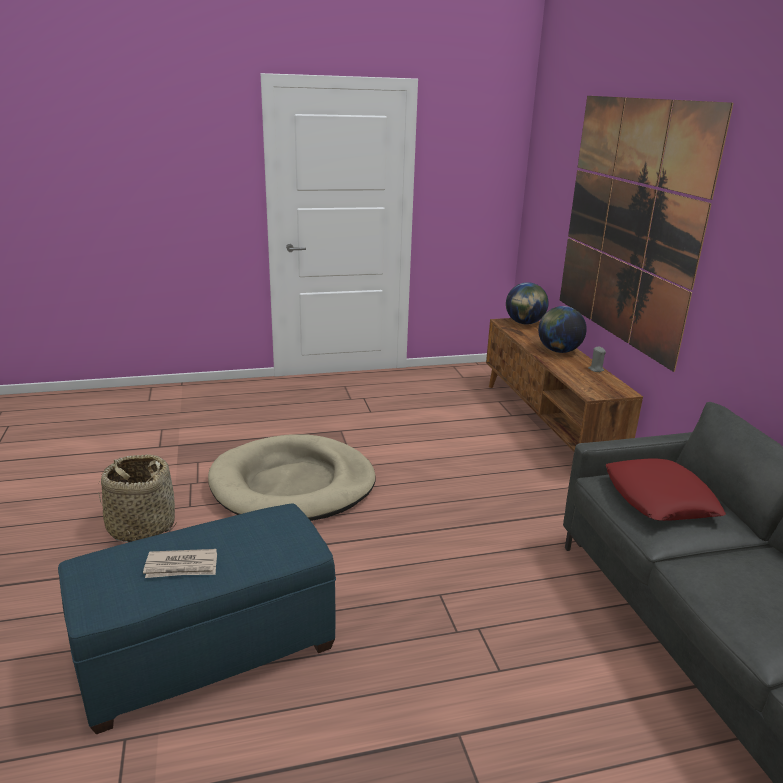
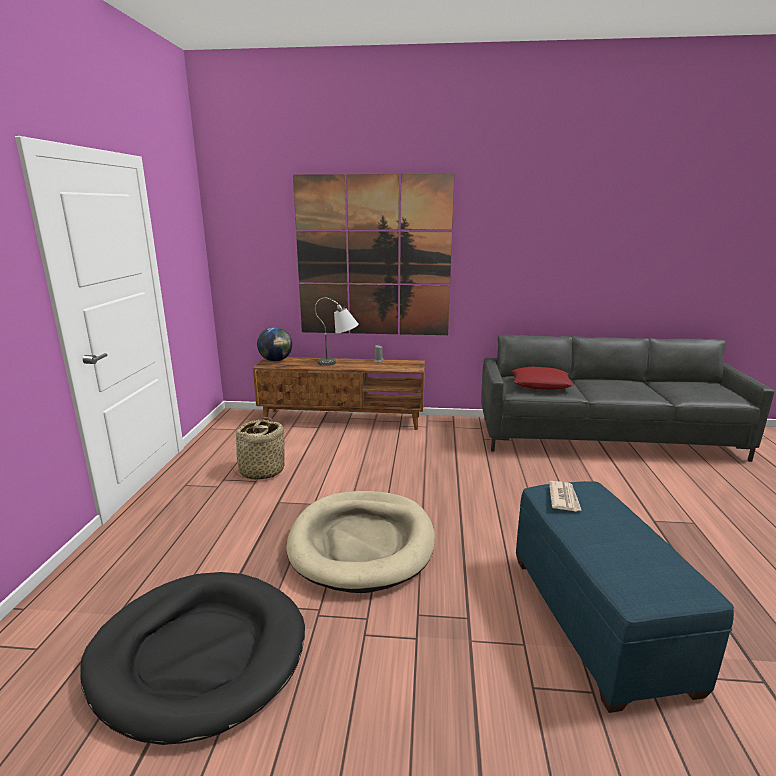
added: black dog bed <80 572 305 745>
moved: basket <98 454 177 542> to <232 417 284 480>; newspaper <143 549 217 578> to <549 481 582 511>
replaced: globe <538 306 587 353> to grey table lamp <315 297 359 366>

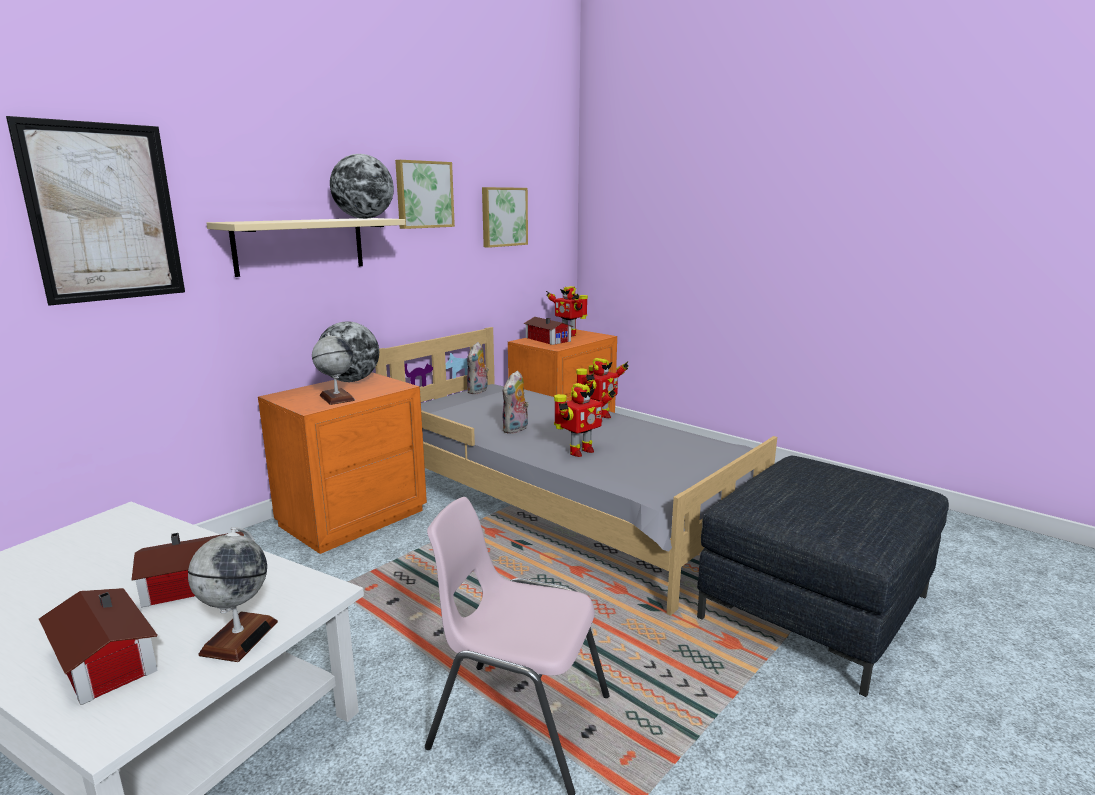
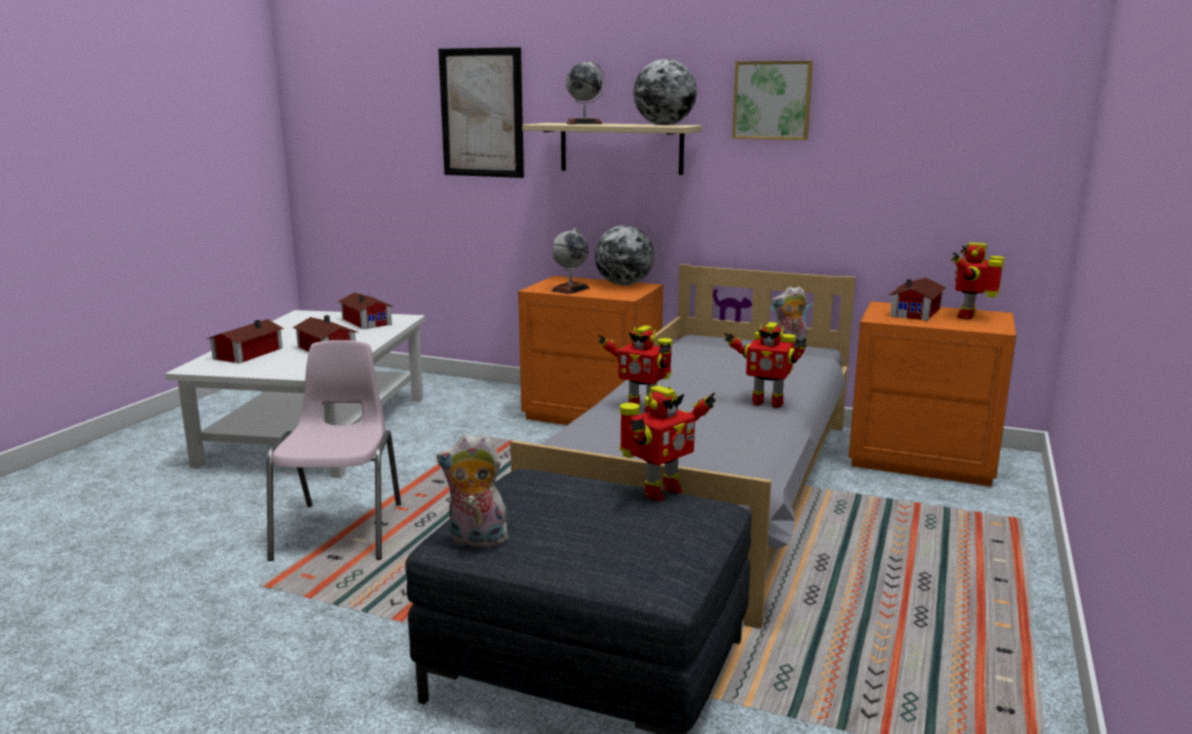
removed: picture <482 187 528 248>
added: toy house <338 293 394 329>; toy robot <620 385 716 501>
moved: plush toy <502 371 529 434> to <437 434 508 548>; globe <188 527 278 662> to <566 60 606 124>

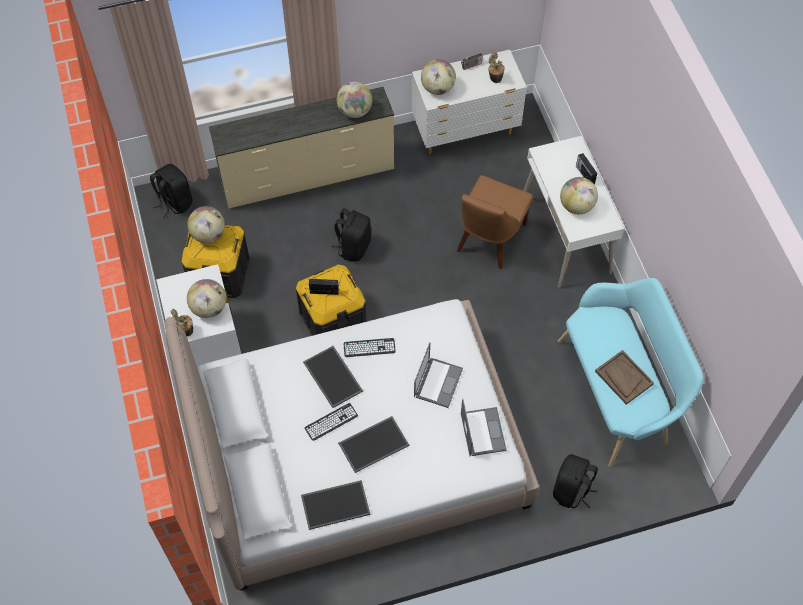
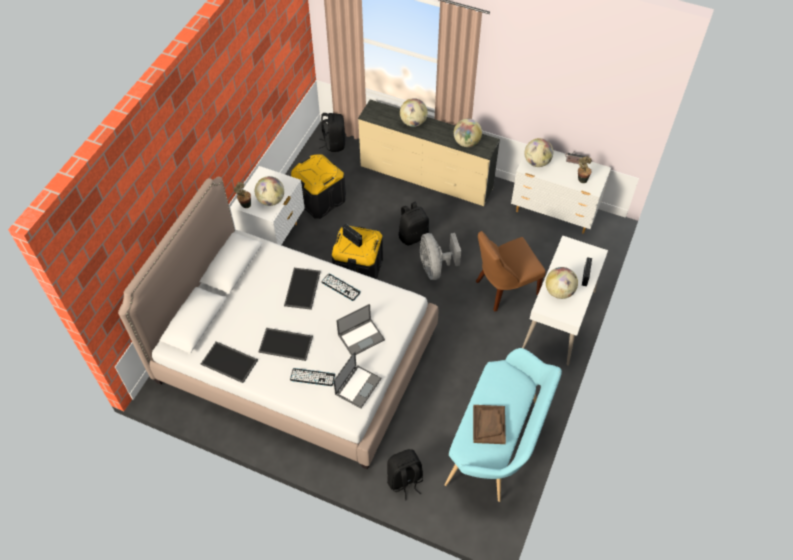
added: grey fan <420 233 461 280>
moved: globe <188 206 225 243> to <400 98 428 127>; keyboard <304 403 358 441> to <290 368 335 386>

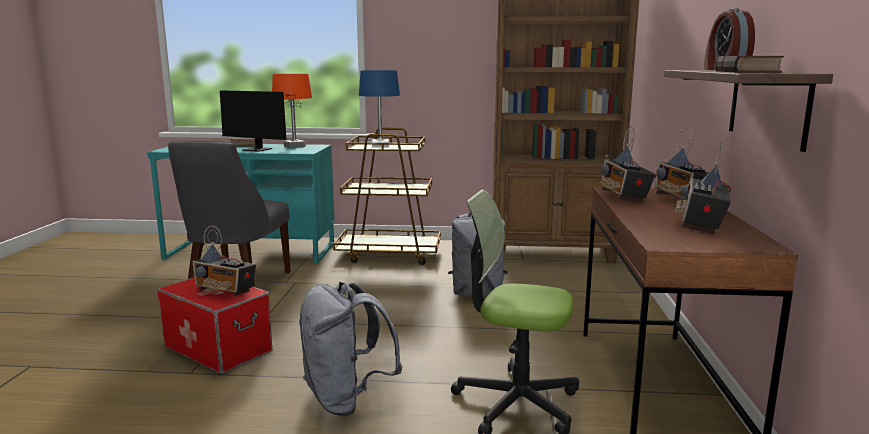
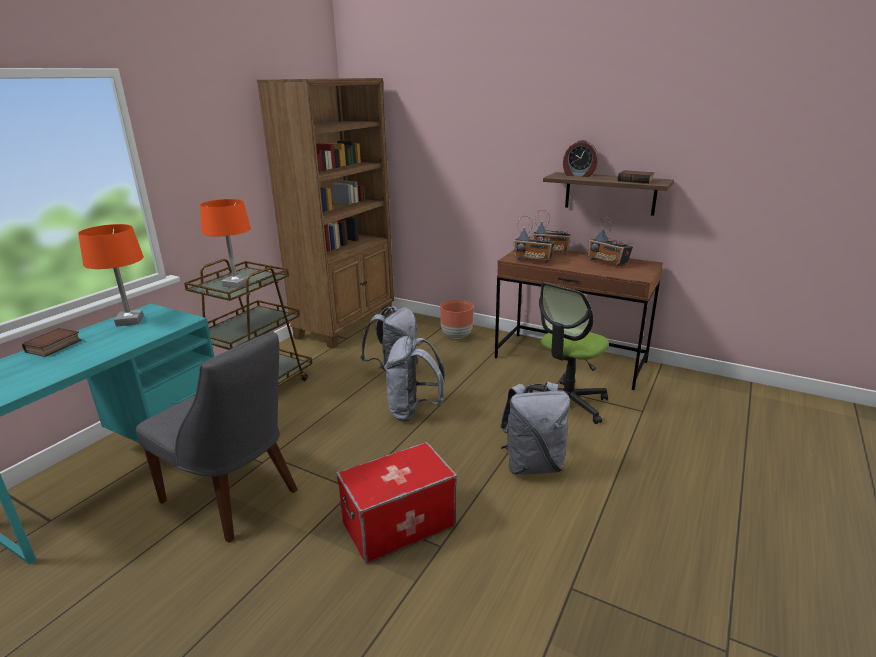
removed: monitor <220 90 304 152>; radio <192 226 256 296>
added: brown planter <440 300 474 339>; grey backpack <384 336 445 422>
recoloured: blue table lamp <359 70 400 147> to orange table lamp <200 199 251 288>

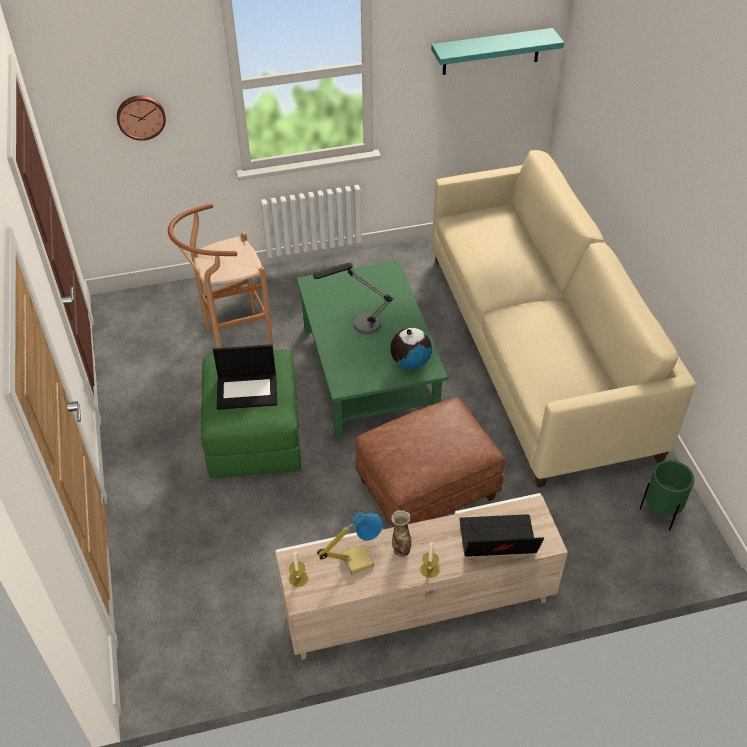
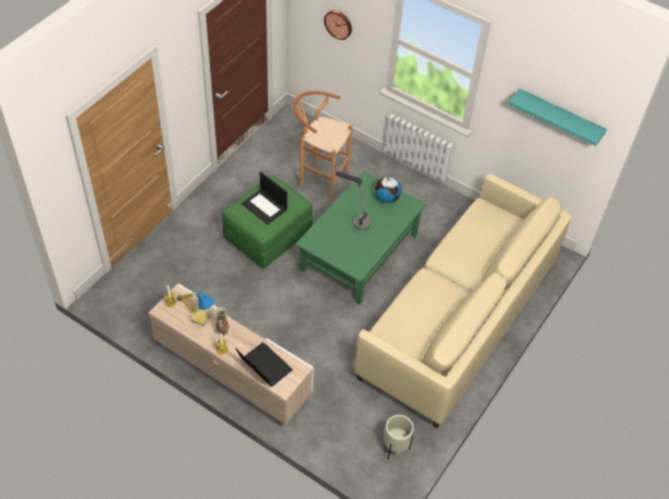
removed: brown ottoman <355 397 505 528>
moved: globe <390 327 432 369> to <375 176 402 203>
recoloured: green planter <640 460 694 531> to beige planter <384 415 414 459>

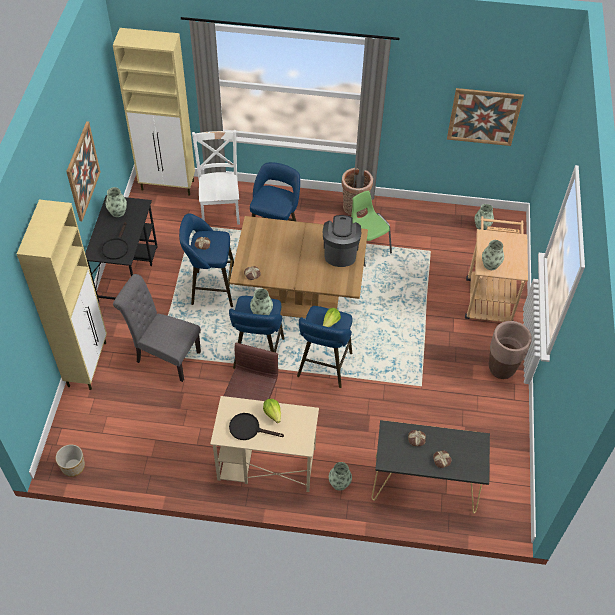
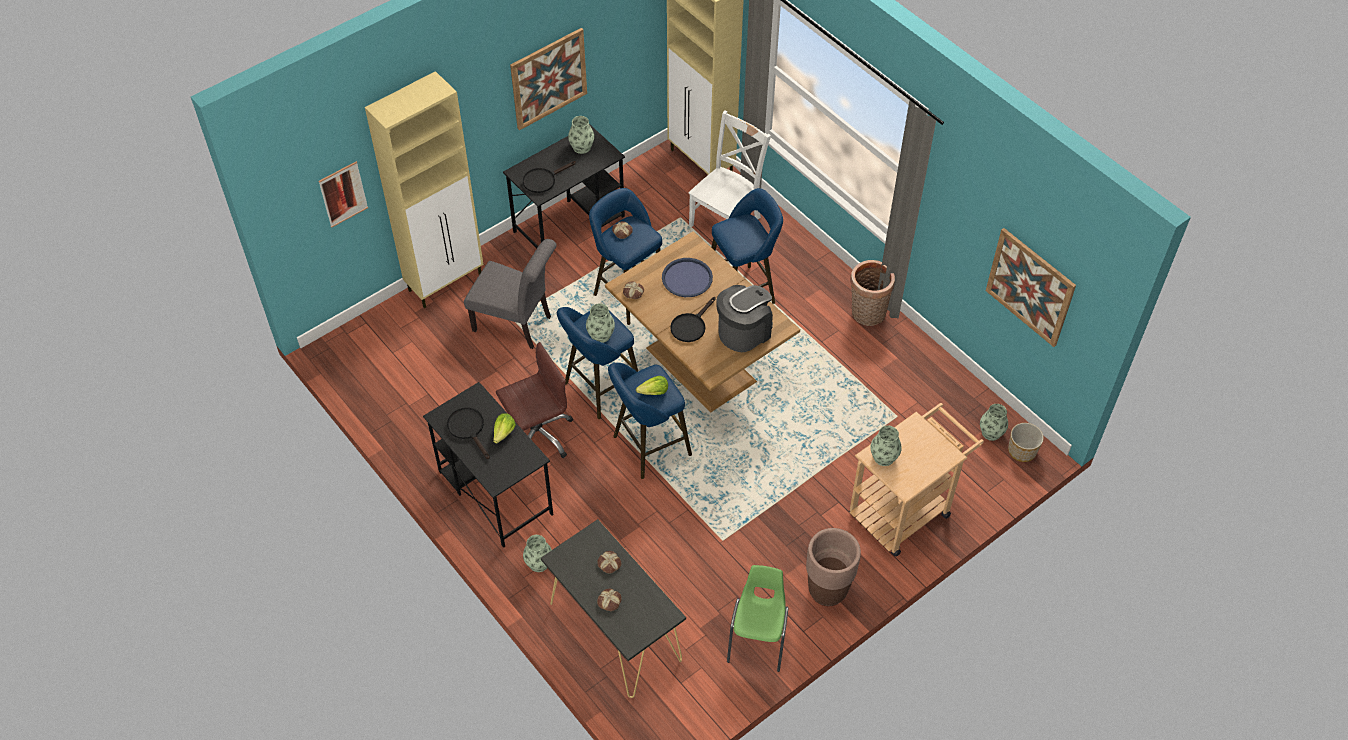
added: picture <319 161 368 228>; blue tray <662 258 713 297>; black frying pan <670 297 716 342>
moved: green chair <351 191 392 267> to <727 565 788 672>; planter <56 444 85 477> to <1008 423 1044 462>
recoloured: beige desk <210 396 319 492> to black desk <423 382 553 548>
turned: grey chair <113 274 201 382> = <464 239 557 349> 135 degrees clockwise

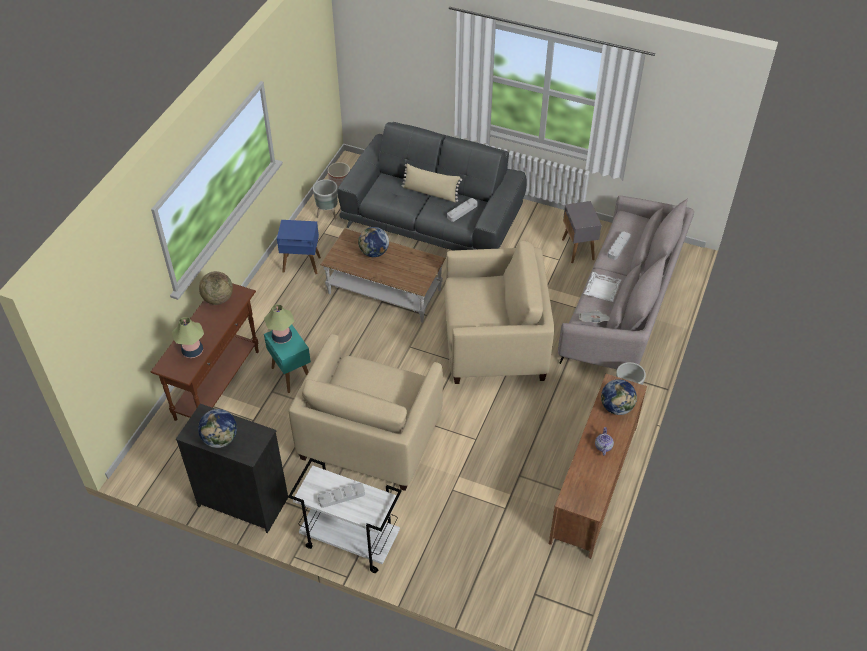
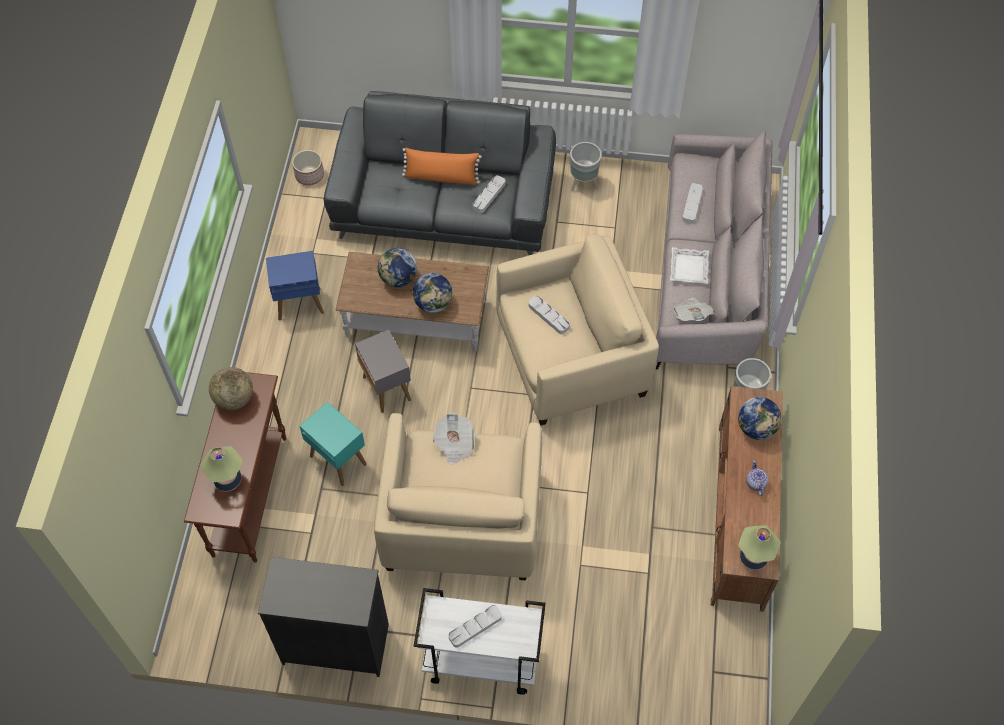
added: grey tray <528 296 570 334>; newspaper <433 412 475 465>
moved: grey planter <313 179 338 220> to <570 142 602 191>; grey side table <562 201 602 263> to <355 329 411 413>; table lamp <264 304 294 344> to <738 526 781 570>; globe <198 409 237 448> to <413 273 452 313>
recoloured: beige pillow <401 164 462 202> to orange pillow <402 147 482 185>

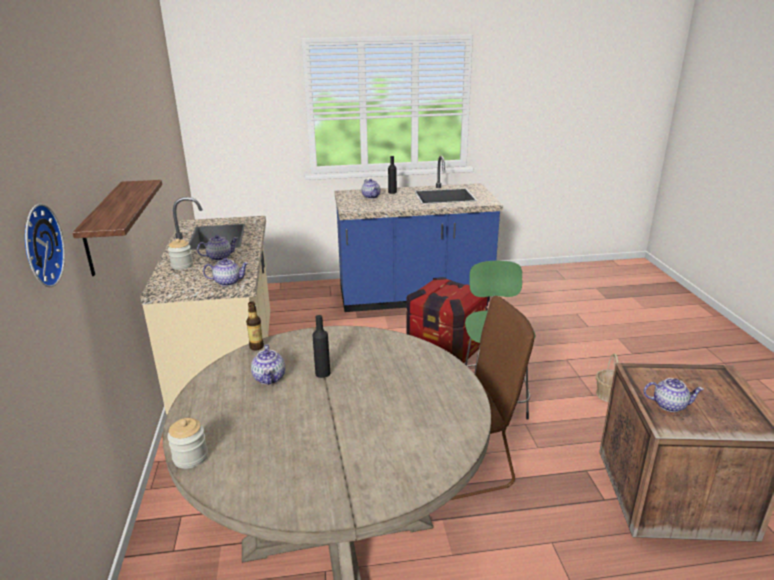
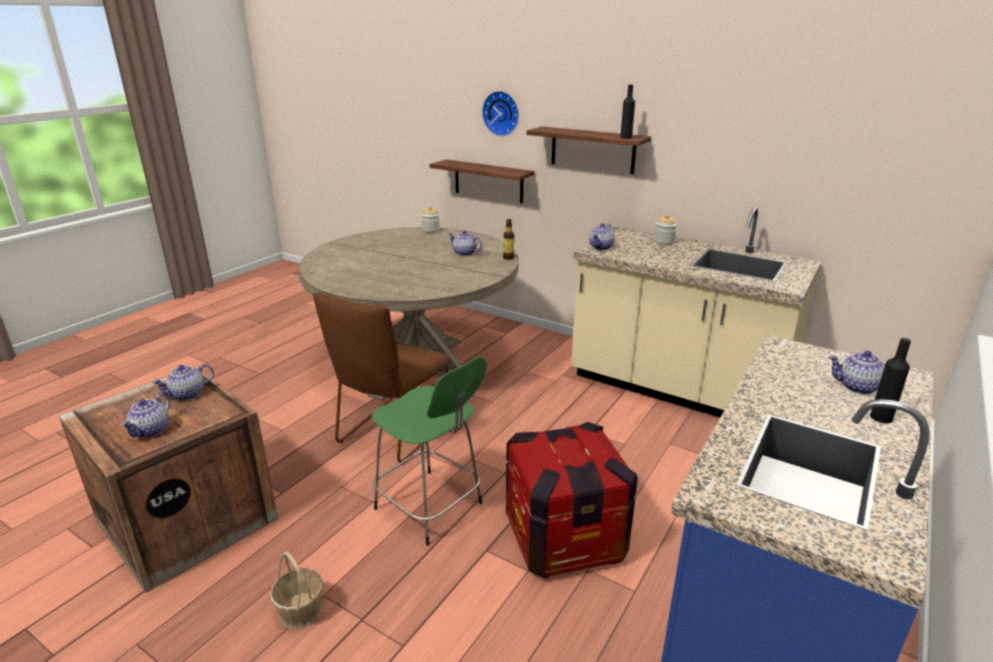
added: shelf <429 159 535 203>
moved: teapot <197 235 238 261> to <120 393 170 437>; black bottle <312 315 330 378> to <620 85 635 139>

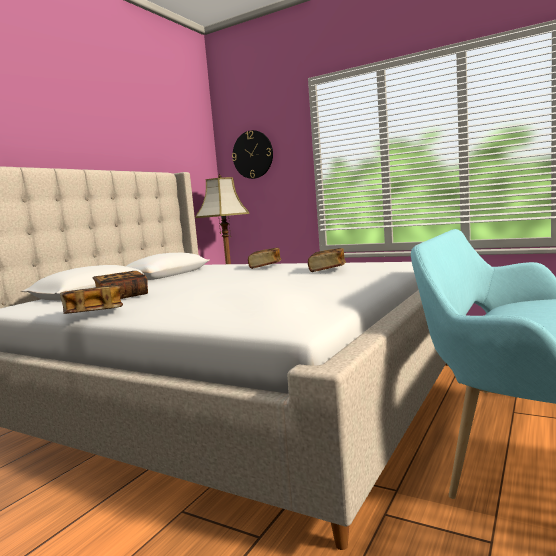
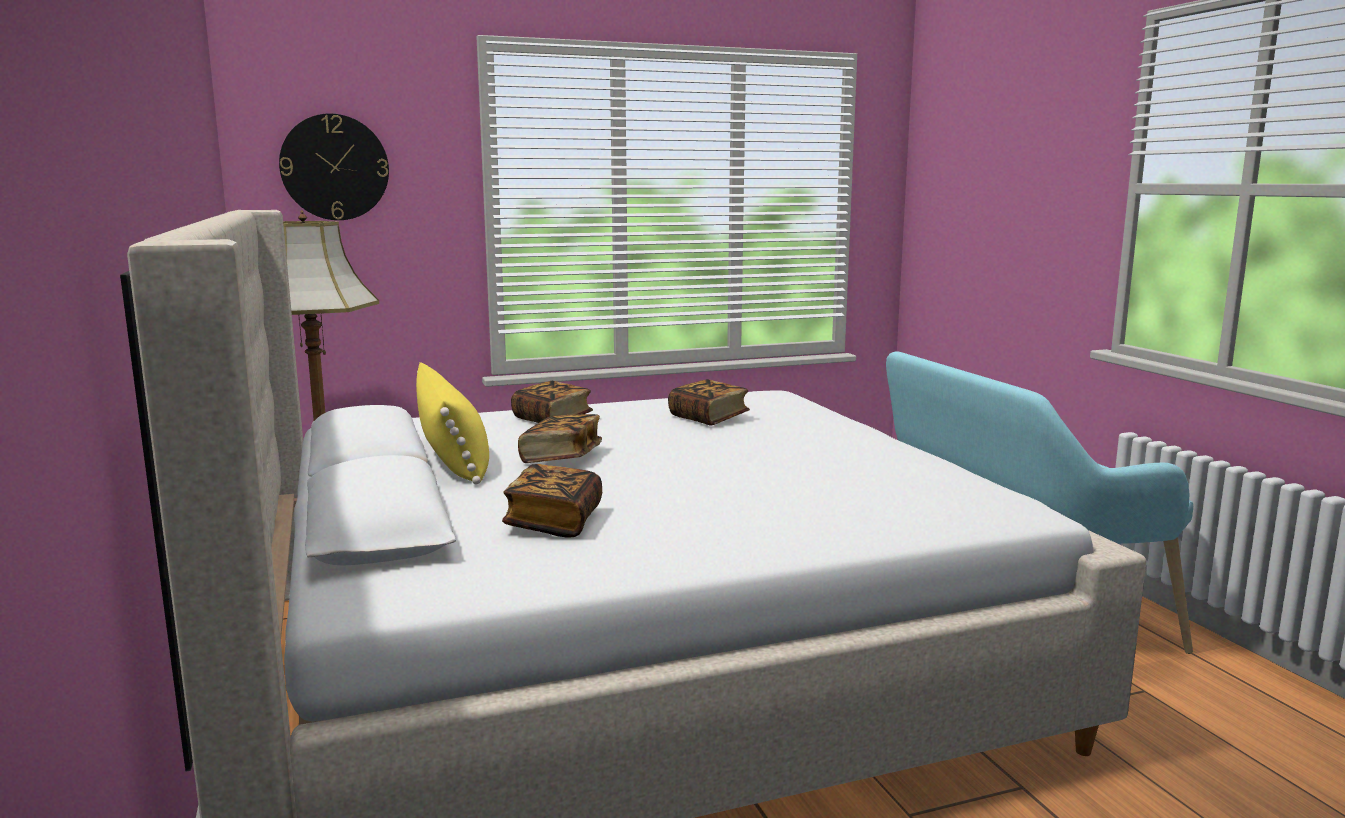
added: yellow pillow <416 362 489 485>
moved: book <60 285 123 314> to <518 414 602 463>

